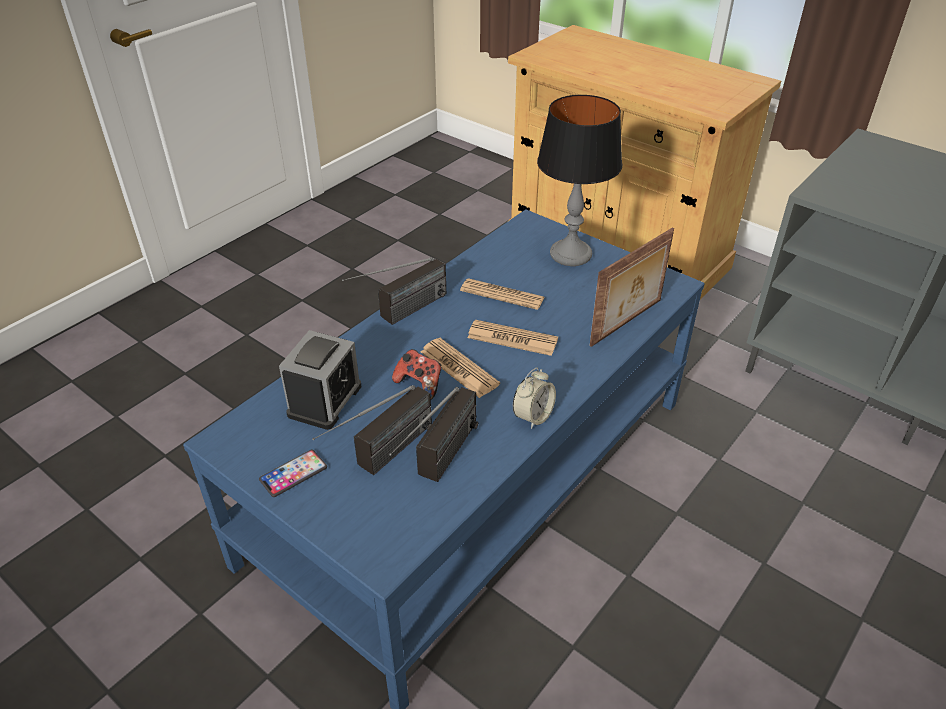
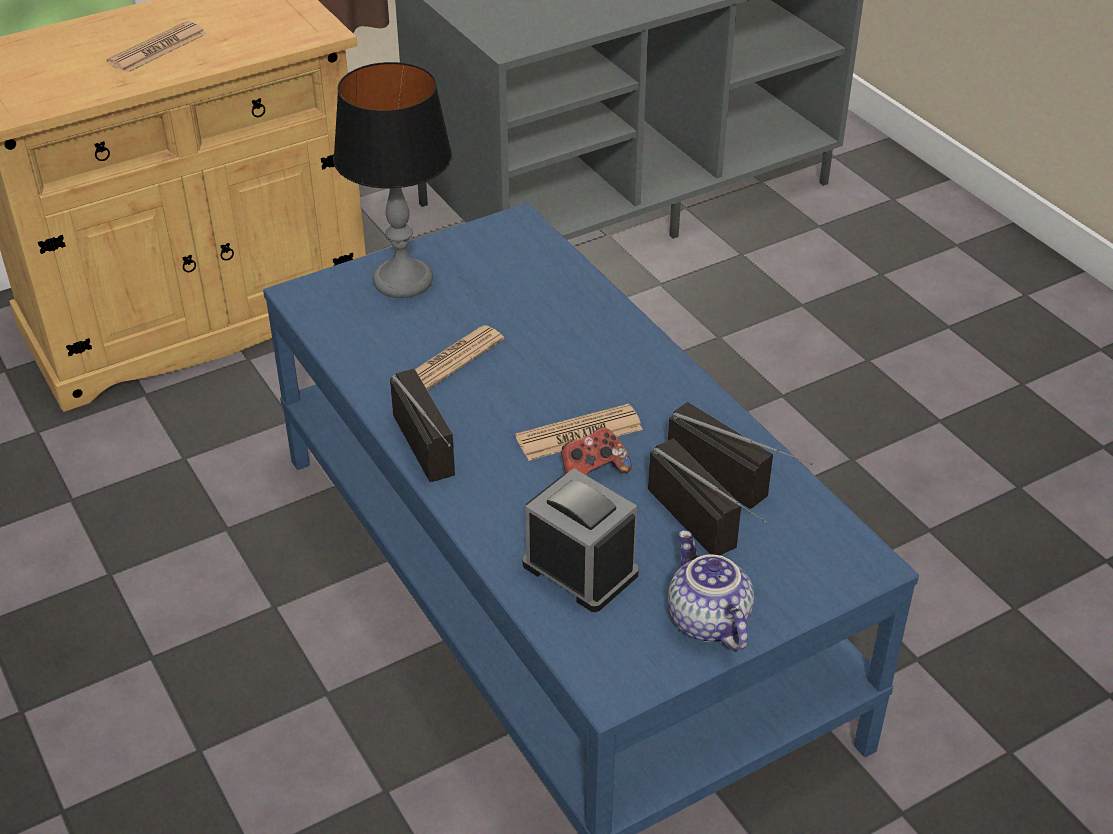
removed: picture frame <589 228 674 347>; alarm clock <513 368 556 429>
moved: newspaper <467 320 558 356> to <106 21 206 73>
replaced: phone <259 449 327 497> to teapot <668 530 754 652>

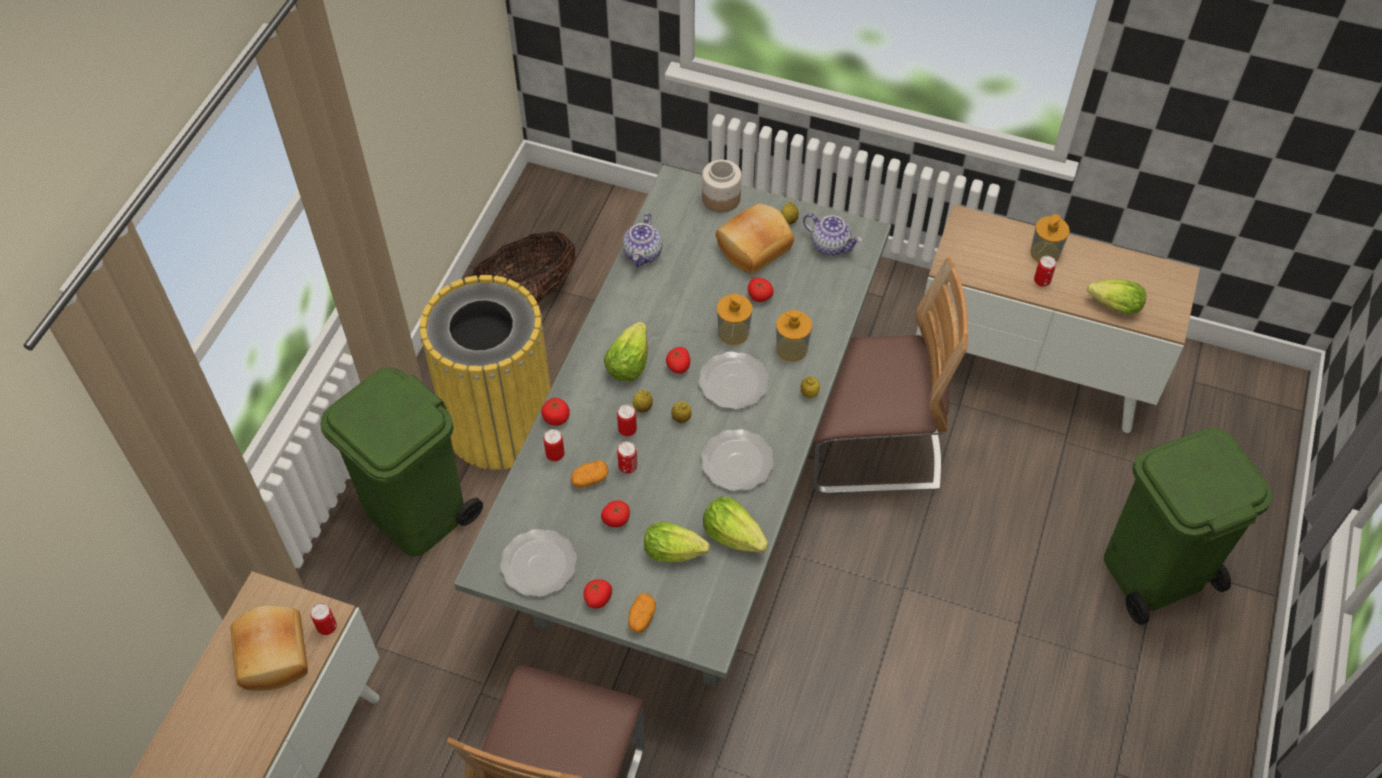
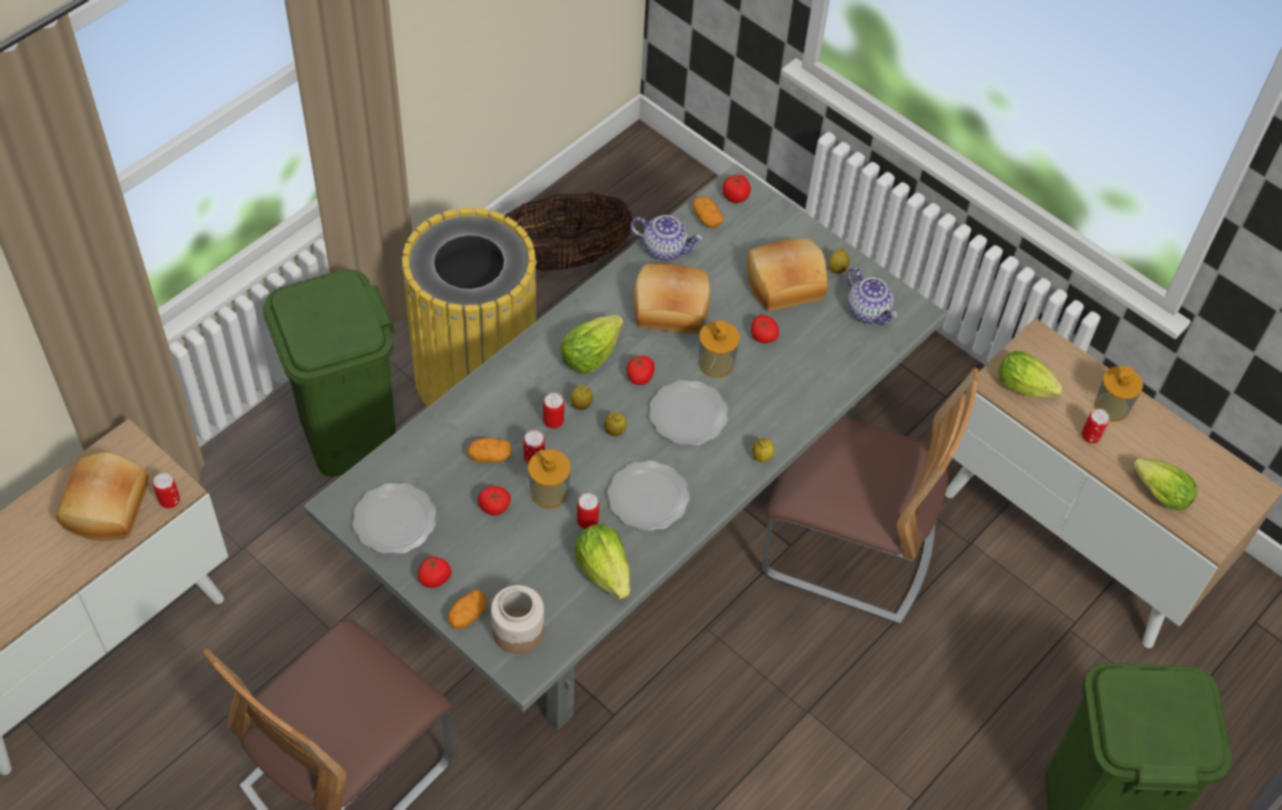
added: potato <693 196 723 228>; bread <633 264 711 334>
moved: jar <702 160 741 213> to <491 585 544 654>; soap dispenser <776 310 812 361> to <528 449 571 508>; tomato <541 398 570 426> to <722 175 751 203>; can <543 429 564 461> to <577 493 599 529>; lettuce <644 522 710 562> to <998 351 1063 398>
turned: teapot <623 213 663 267> = <630 215 703 261> 105 degrees counterclockwise

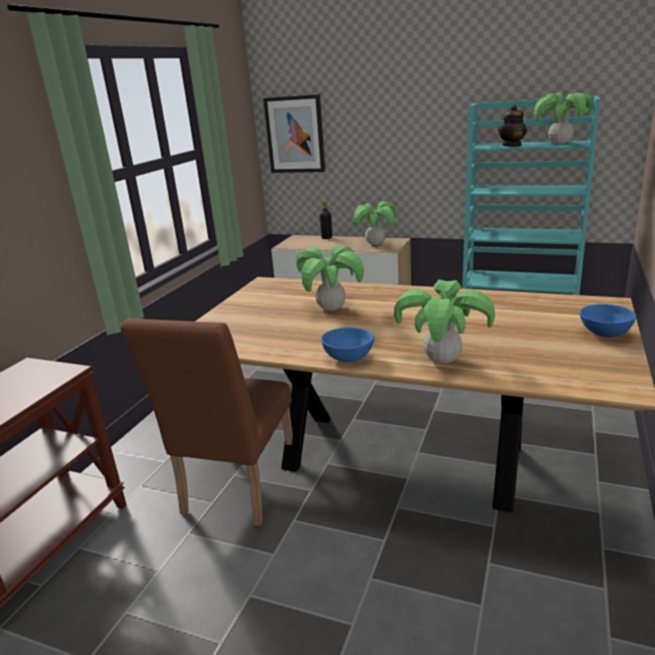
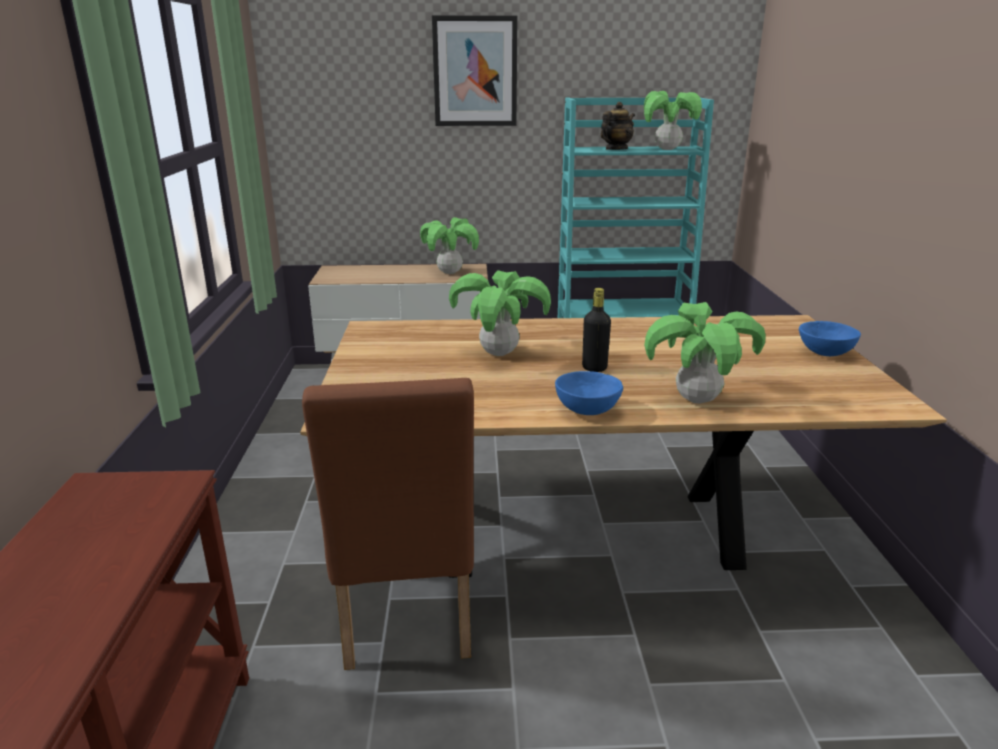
moved: picture <263 94 325 173> to <432 15 518 126>; black bottle <319 200 332 239> to <582 288 611 372>
turned: teapot <498 105 527 147> = <601 102 635 150> 150 degrees counterclockwise

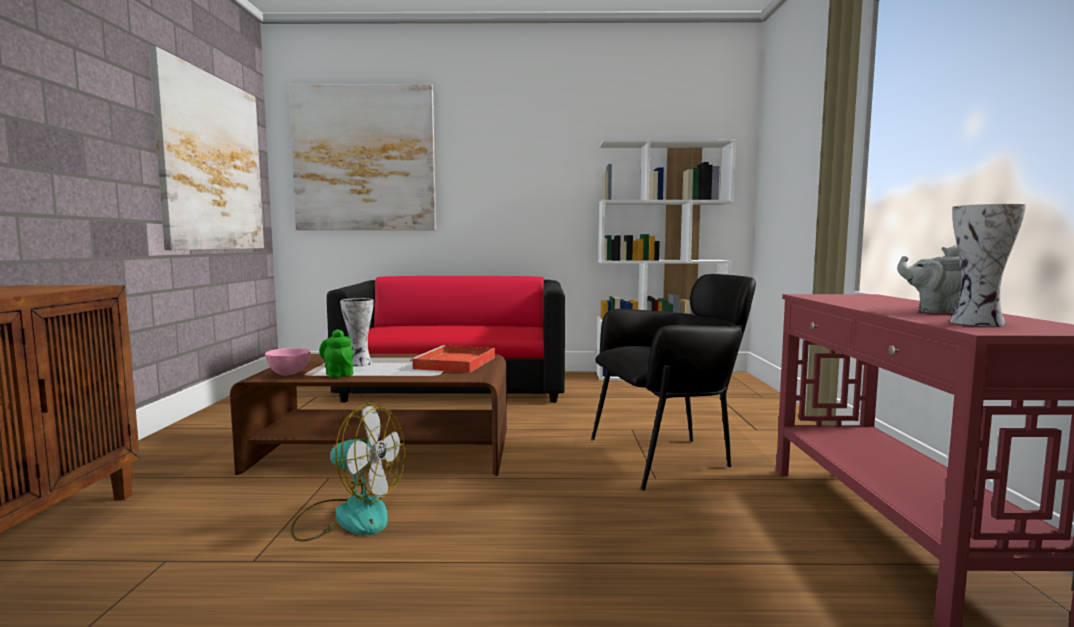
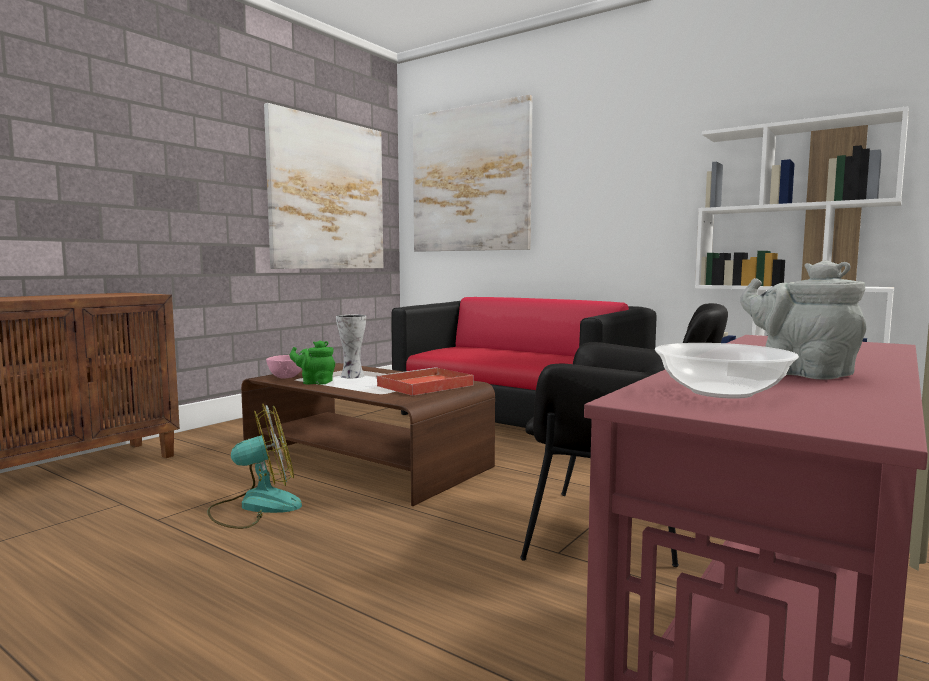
replaced: vase <950 204 1026 326> to bowl <655 343 799 399>
turned: green teapot <319 329 353 378> = <289 341 335 385> 90 degrees counterclockwise; fan <291 403 405 541> = <207 404 302 529> 75 degrees counterclockwise

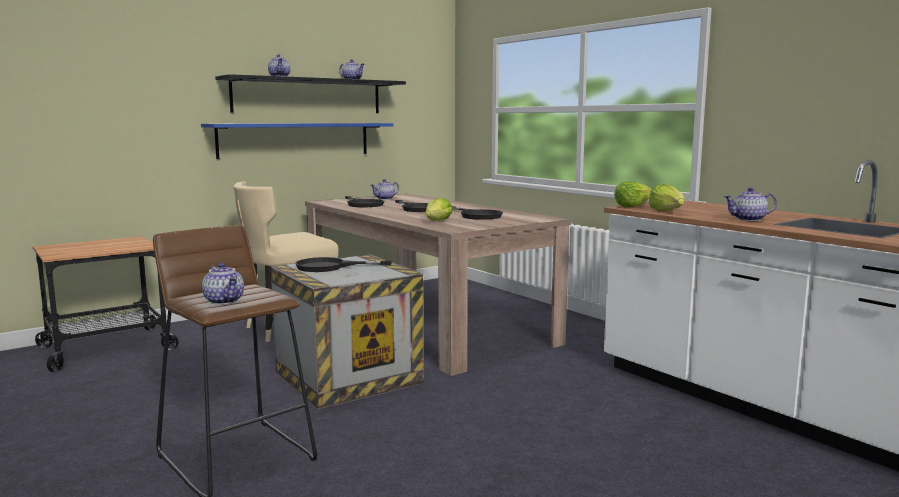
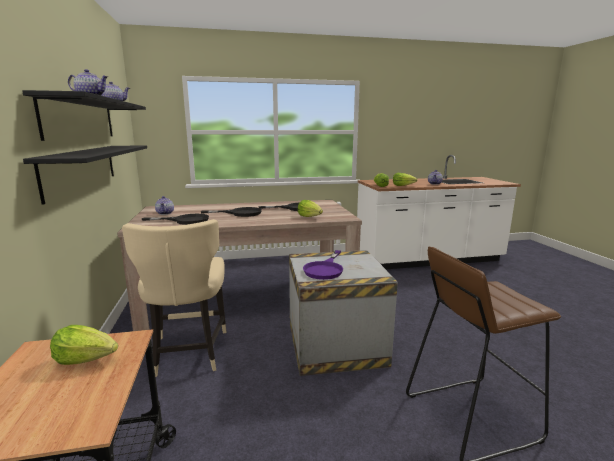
removed: teapot <202 263 244 305>
added: lettuce <50 325 118 365>
recoloured: blue shelf <201 123 393 159> to black shelf <23 146 147 205>; black frying pan <295 257 392 272> to purple frying pan <303 250 343 280>

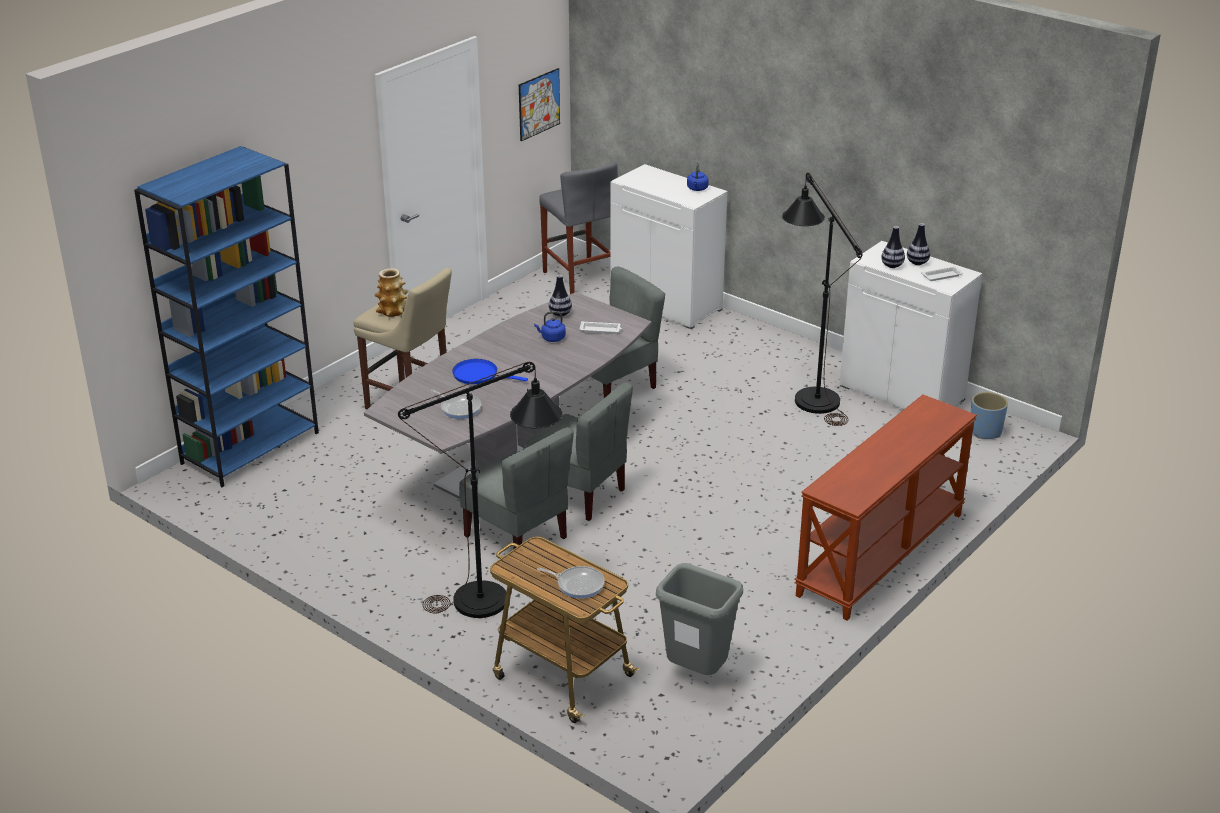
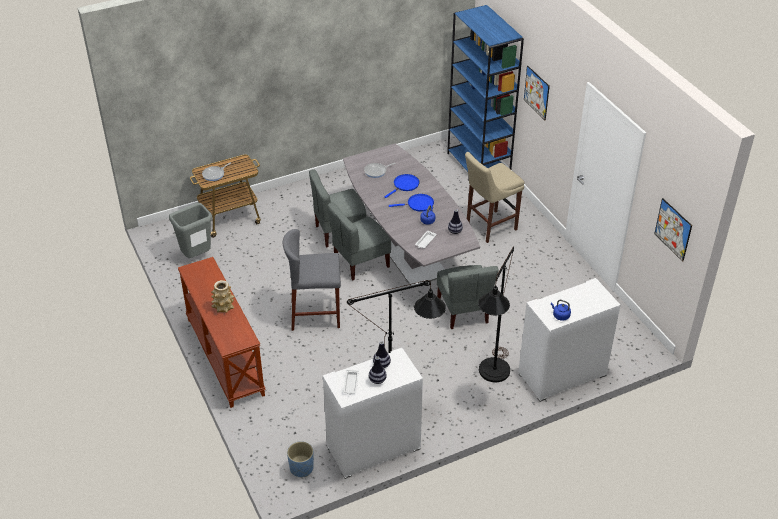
added: picture <524 66 550 120>; blue frying pan <389 194 434 212>
moved: grey stool <539 161 618 294> to <283 229 341 331>; vase <375 268 408 317> to <211 280 235 313>; black floor lamp <398 362 563 618> to <478 246 514 382>

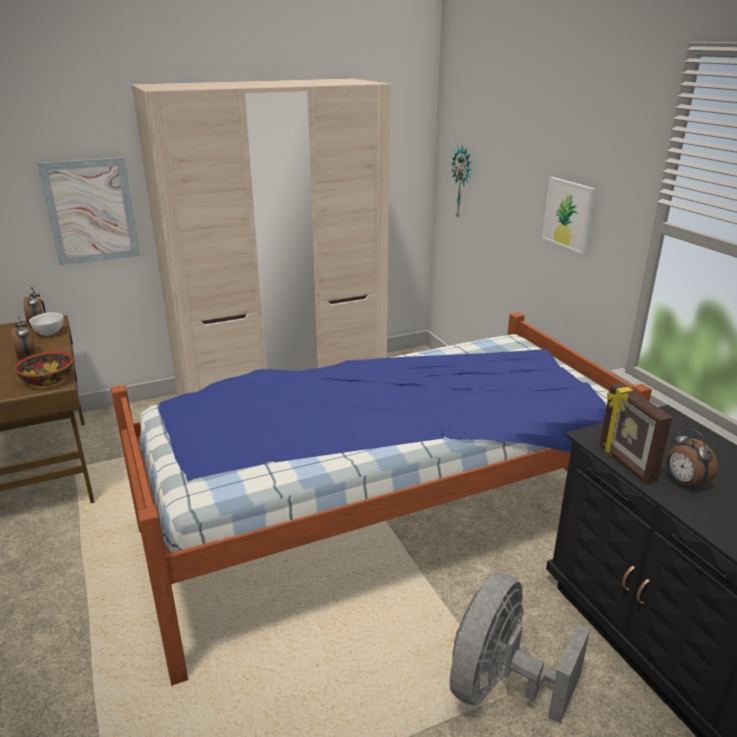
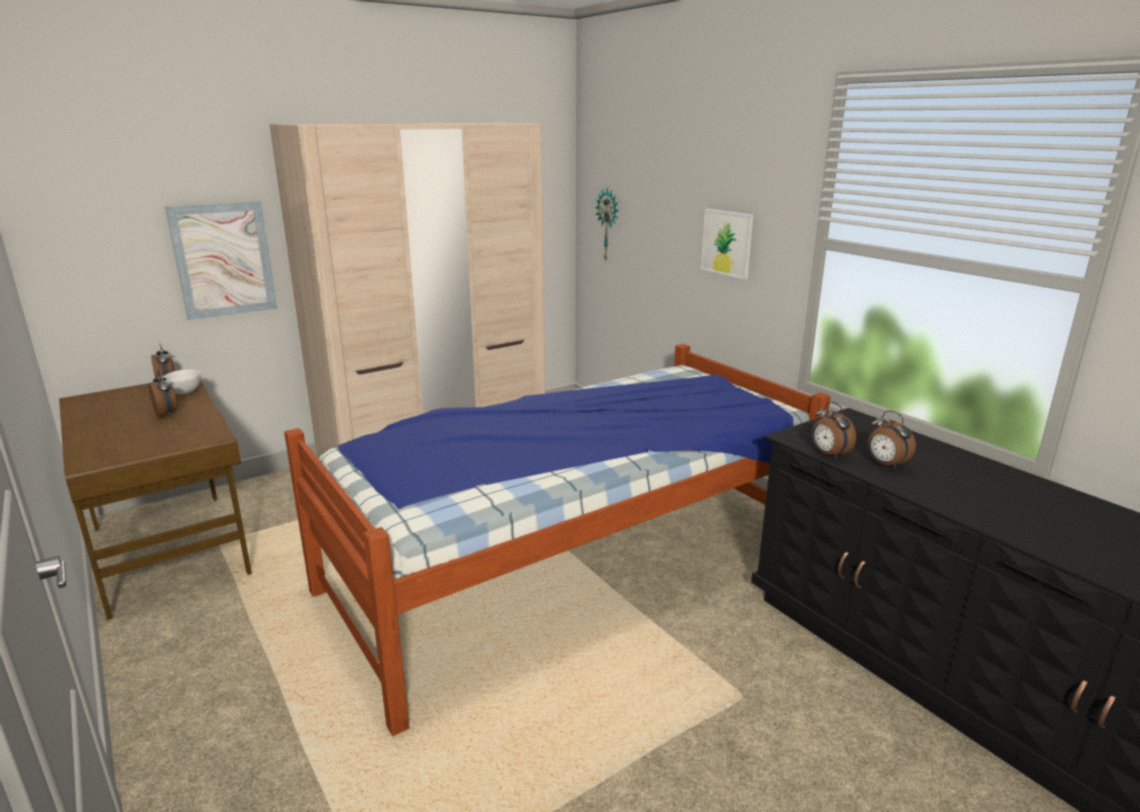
removed: bowl <15 352 73 386>; grey fan <450 573 590 723>
replaced: picture frame <600 383 672 484> to alarm clock <812 402 856 459>

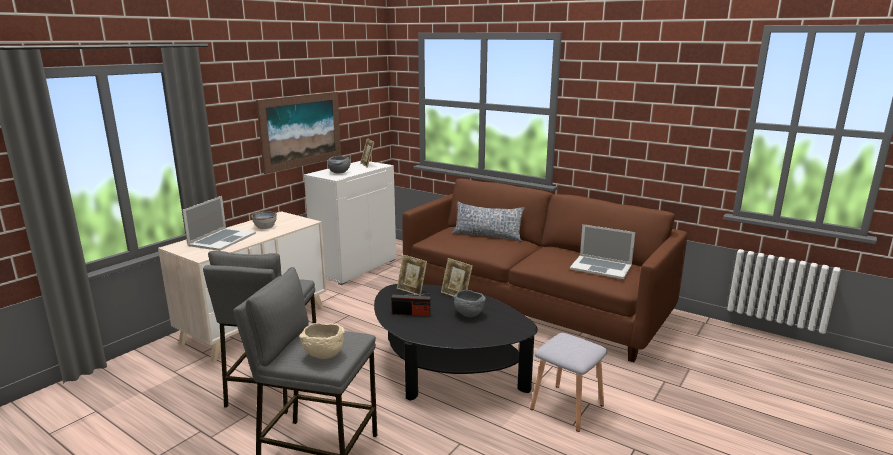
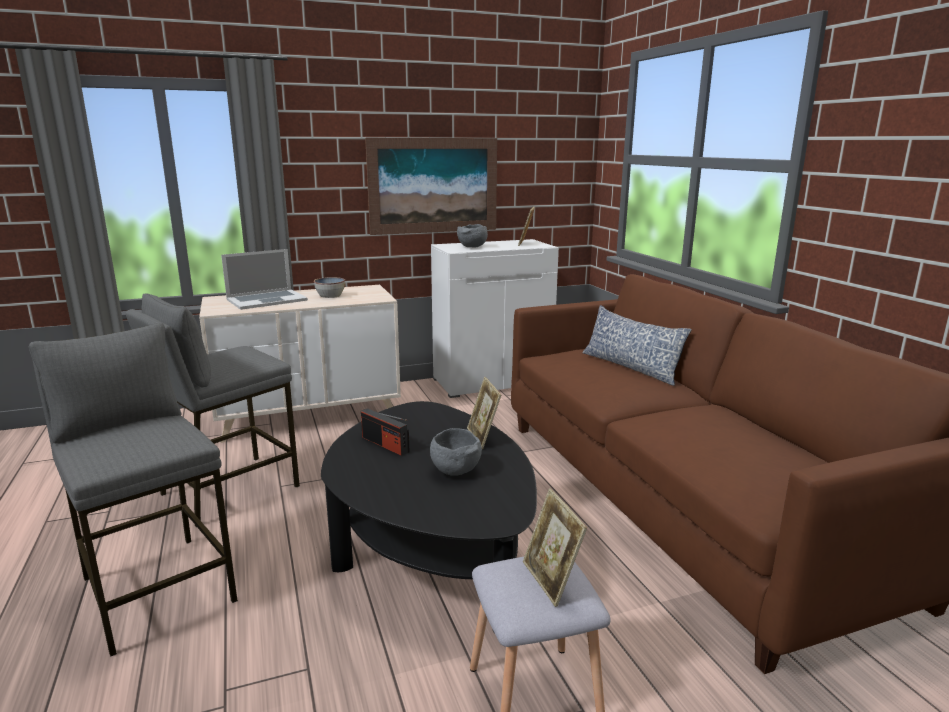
removed: laptop <570 224 635 279>; beige bowl <299 323 345 359>
moved: picture frame <397 255 427 296> to <523 488 587 607>

